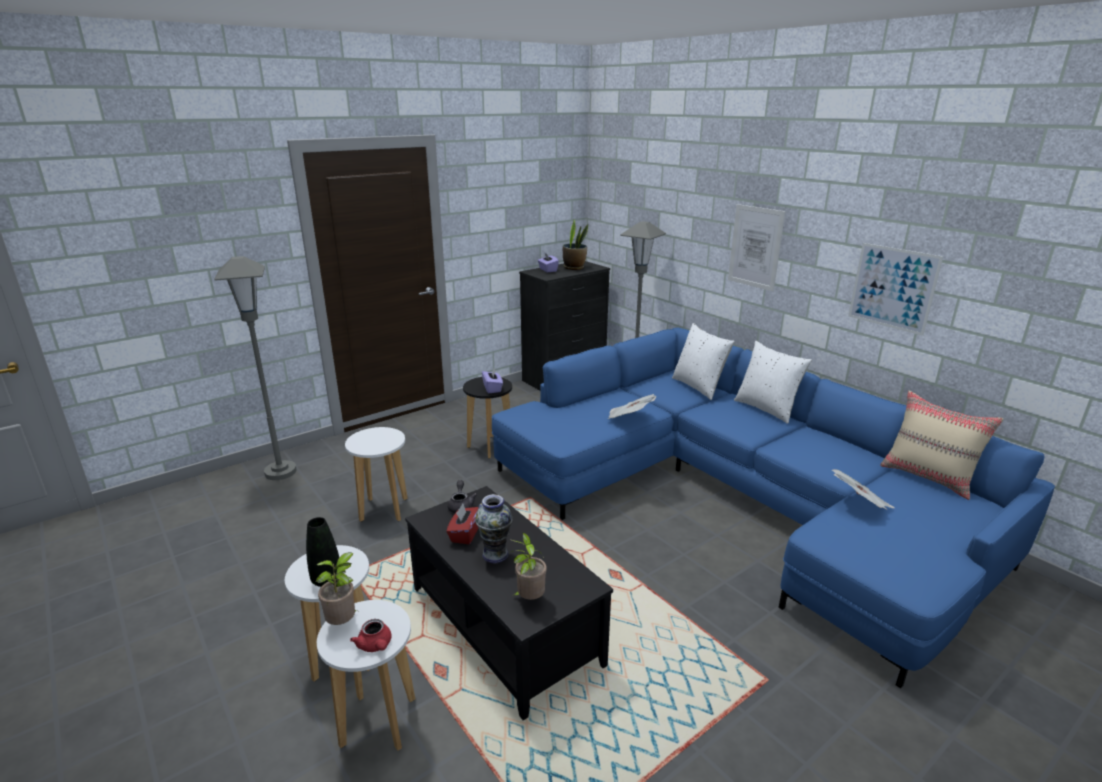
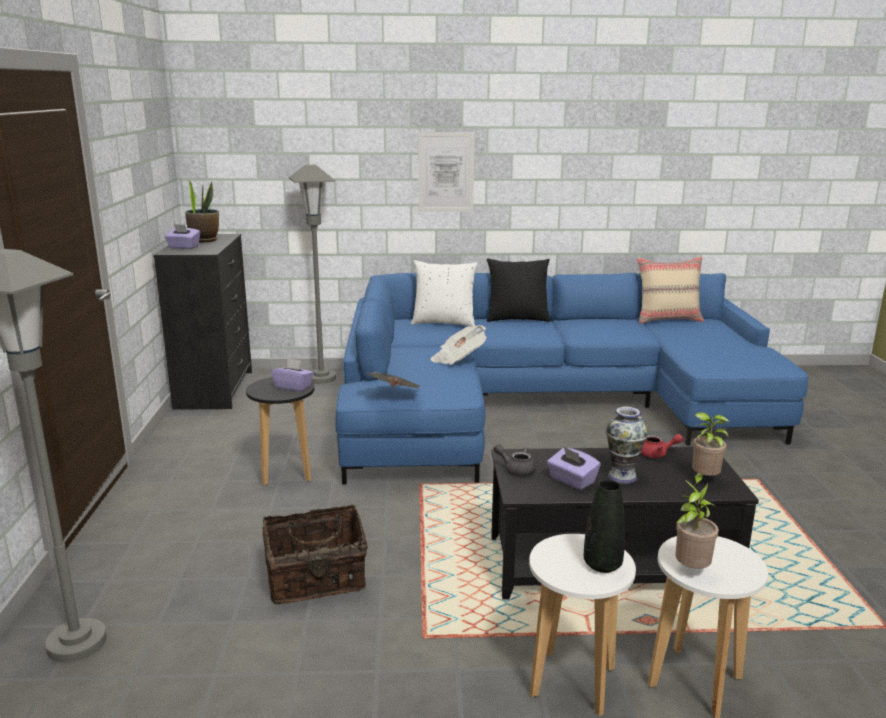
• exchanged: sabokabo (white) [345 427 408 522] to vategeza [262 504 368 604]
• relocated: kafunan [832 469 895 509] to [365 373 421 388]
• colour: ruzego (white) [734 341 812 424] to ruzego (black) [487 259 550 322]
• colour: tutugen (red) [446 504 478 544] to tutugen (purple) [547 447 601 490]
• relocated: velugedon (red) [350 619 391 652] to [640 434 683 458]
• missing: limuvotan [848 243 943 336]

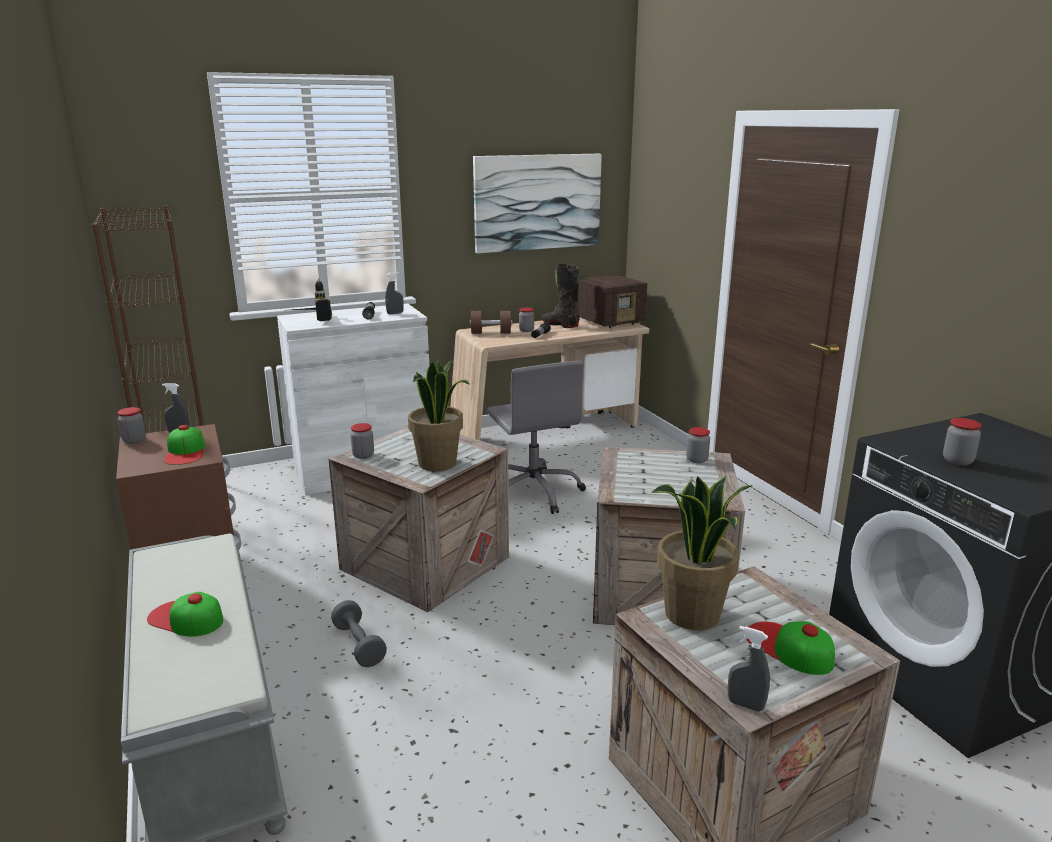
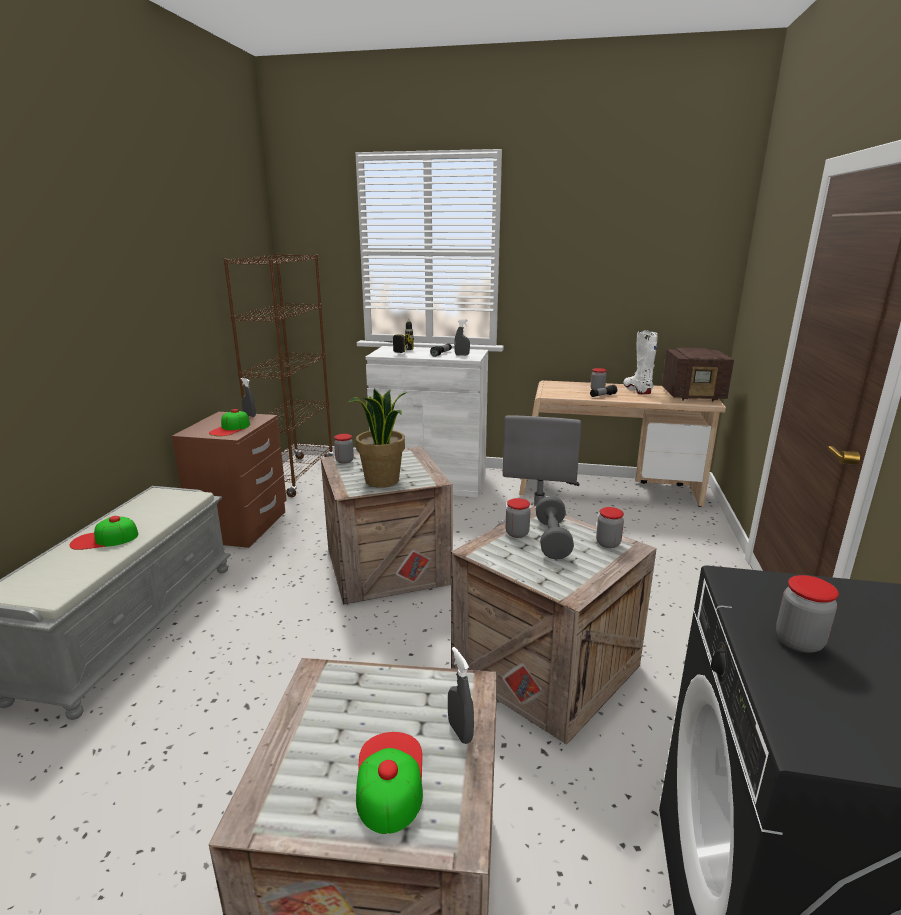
• spun: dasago [147 592 223 637] = [69 516 139 550] 75 degrees counterclockwise
• relocated: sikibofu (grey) [728 626 770 712] to [448 647 474 744]
• relocated: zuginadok [117 407 146 444] to [505 498 530 538]
• relocated: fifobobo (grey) [331 600 387 667] to [536 496 574 560]
• colour: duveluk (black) [542 264 580 328] to duveluk (white) [623 330 658 394]
• missing: fifobobo (brown) [470 311 512 334]
• missing: limuvotan [473 154 602 254]
• missing: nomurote [652 476 753 630]

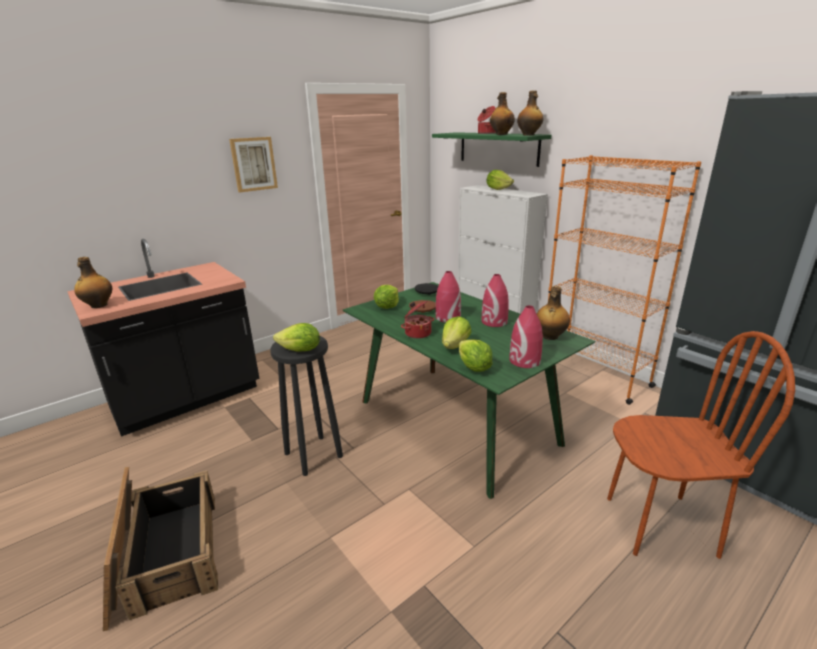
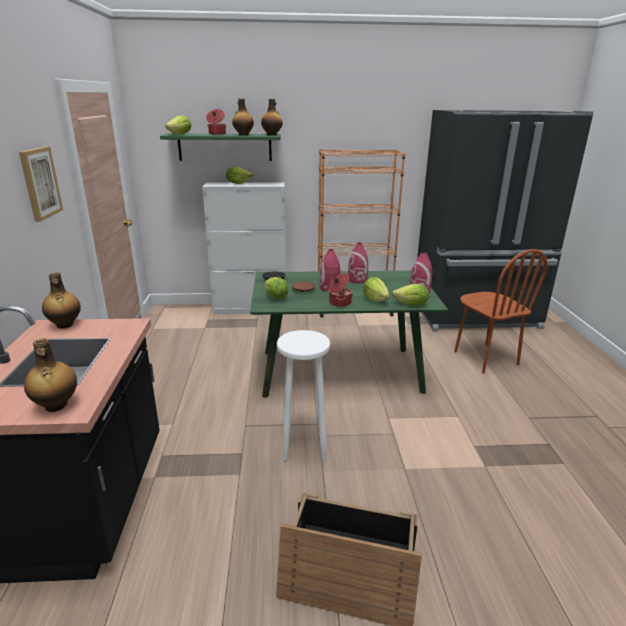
• relocated: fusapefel [537 286 570 340] to [42 272 81 328]
• relocated: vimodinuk [273 323 320 352] to [165 115 191 134]
• colour: sabokabo (black) [270 336 343 476] to sabokabo (white) [277 330 330 461]
• spun: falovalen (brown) [607 331 795 559] = [454 249 547 374] 120 degrees clockwise

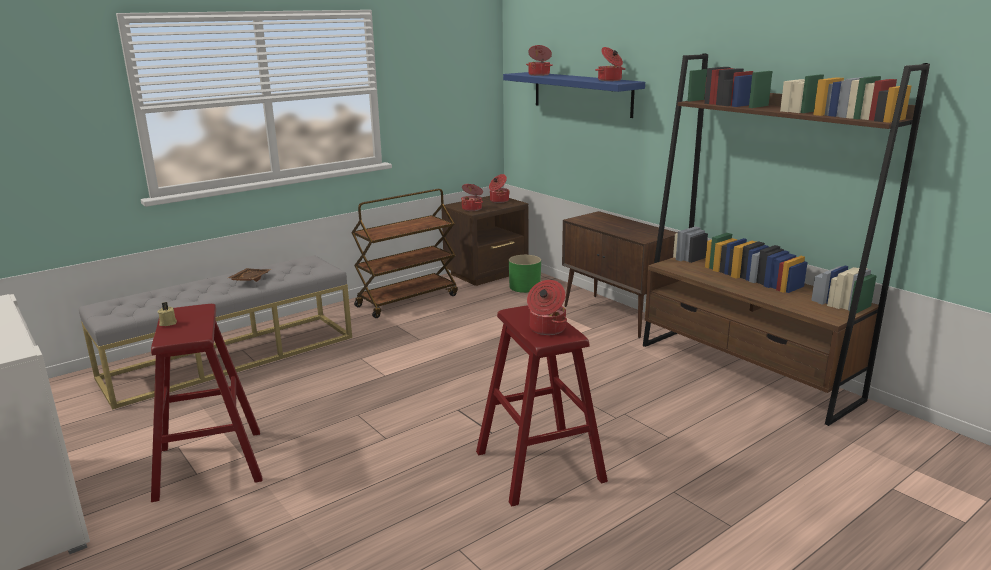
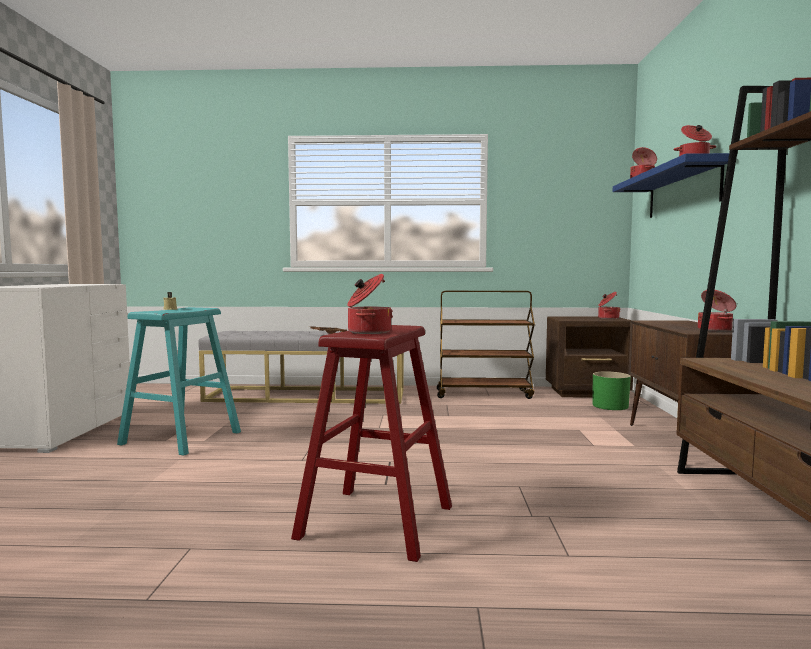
• colour: sabokabo (red) [151 304 263 502] to sabokabo (turquoise) [117 307 241 456]
• relocated: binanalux [461 184 483 211] to [698 290 736 332]

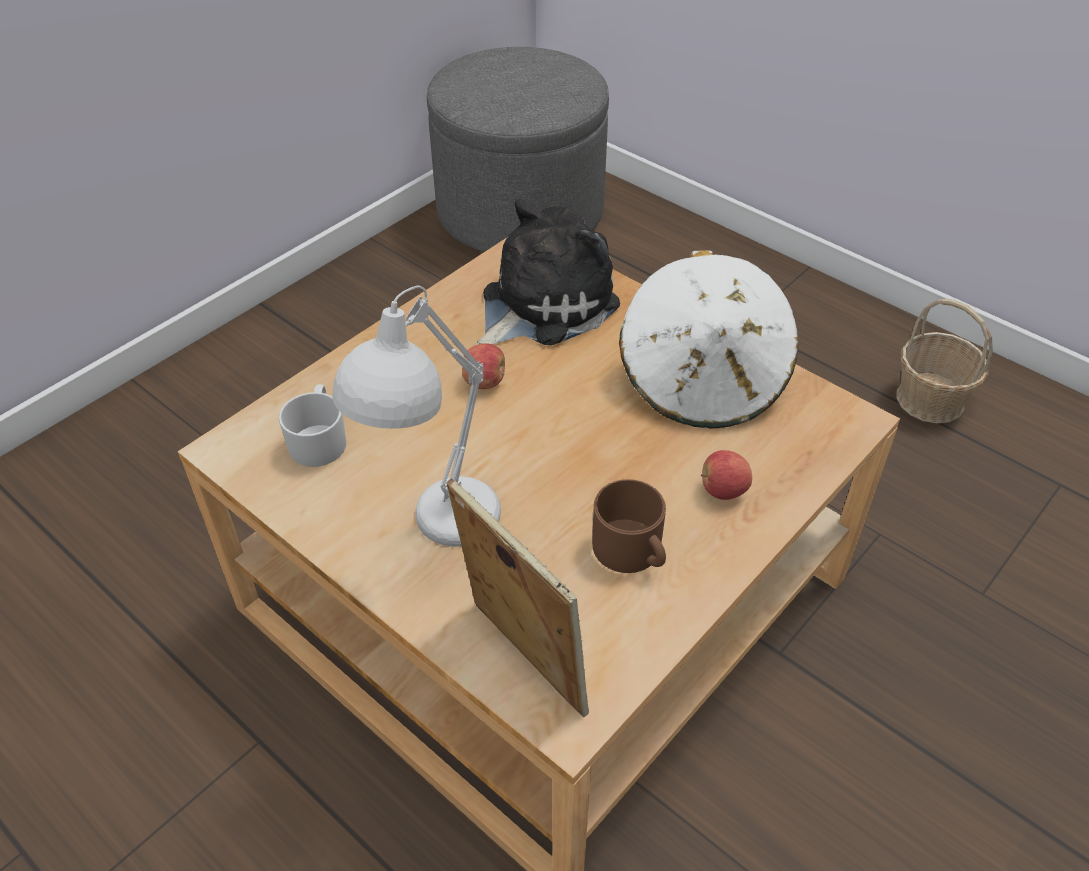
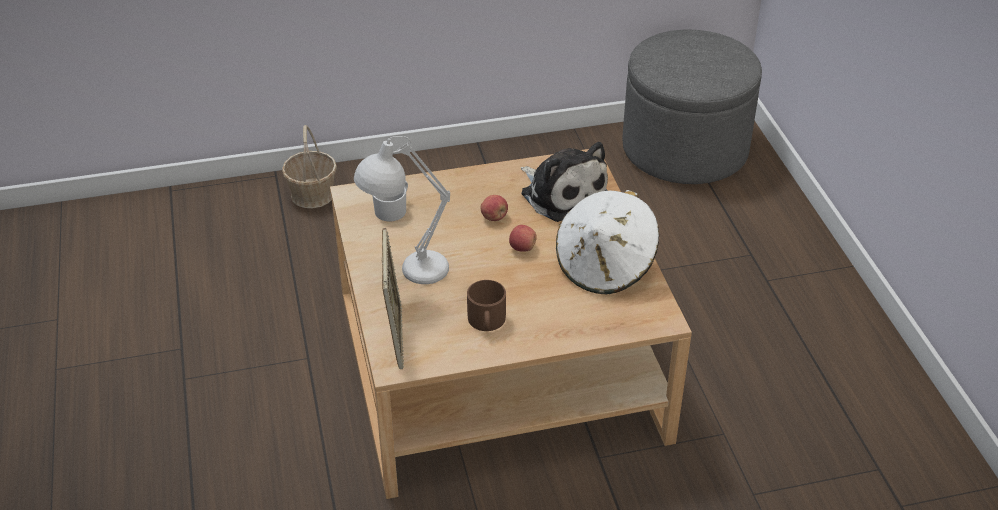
• relocated: vategeza [896 299 993 423] to [282 125 337 208]
• relocated: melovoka [701 450 752 500] to [509 225 537 252]
• spun: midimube [476 199 620 345] = [521 142 608 222] 60 degrees clockwise

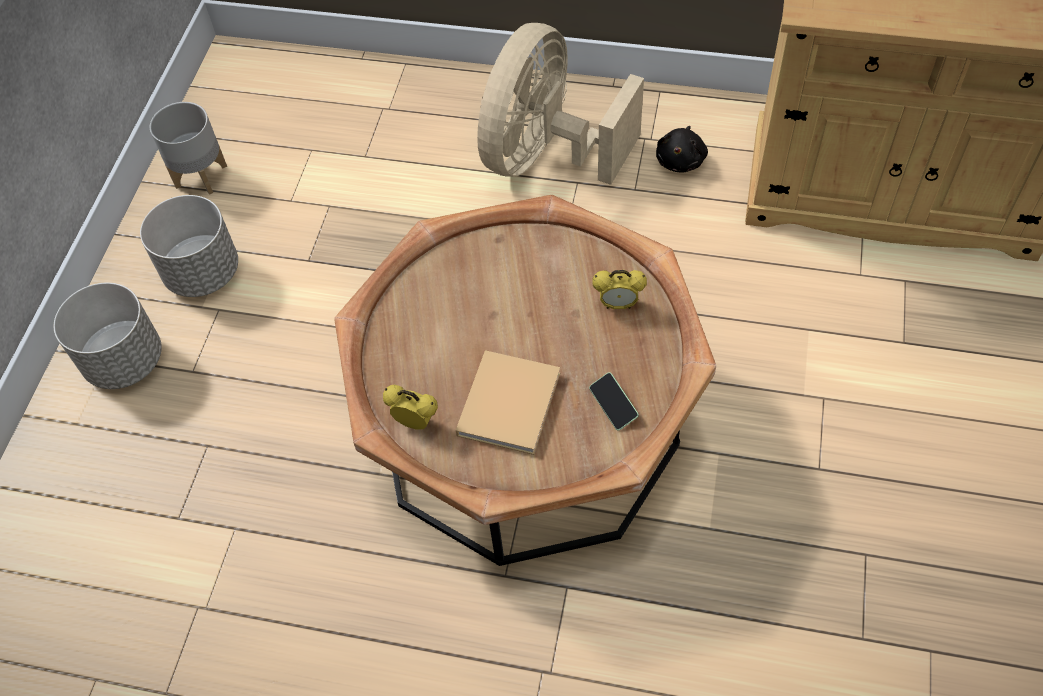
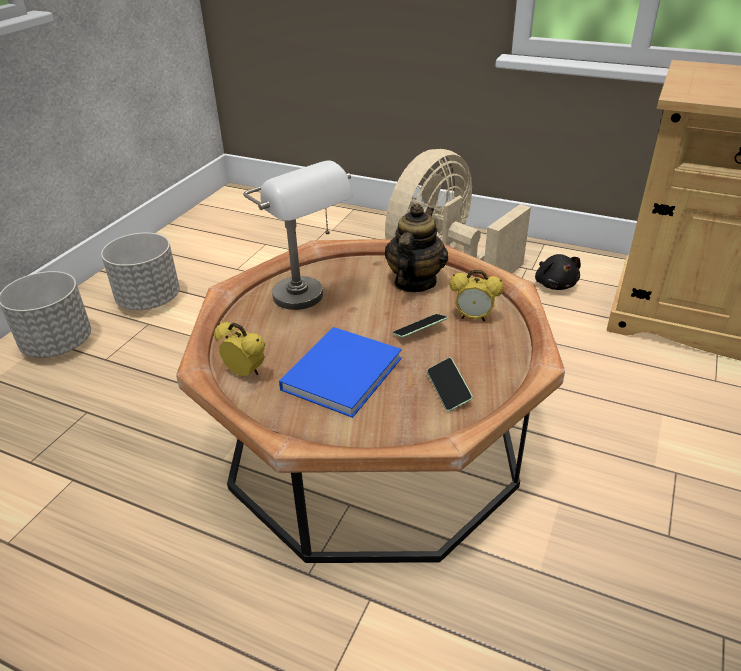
• appeared: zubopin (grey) [243 160 353 310]
• colour: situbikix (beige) [456 350 560 455] to situbikix (blue) [279 327 402 418]
• appeared: velugedon [384 204 448 292]
• appeared: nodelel [392 314 448 338]
• spun: midimube (black) [656 126 708 173] = [535 254 581 290] 45 degrees counterclockwise
• missing: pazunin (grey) [150 102 227 195]

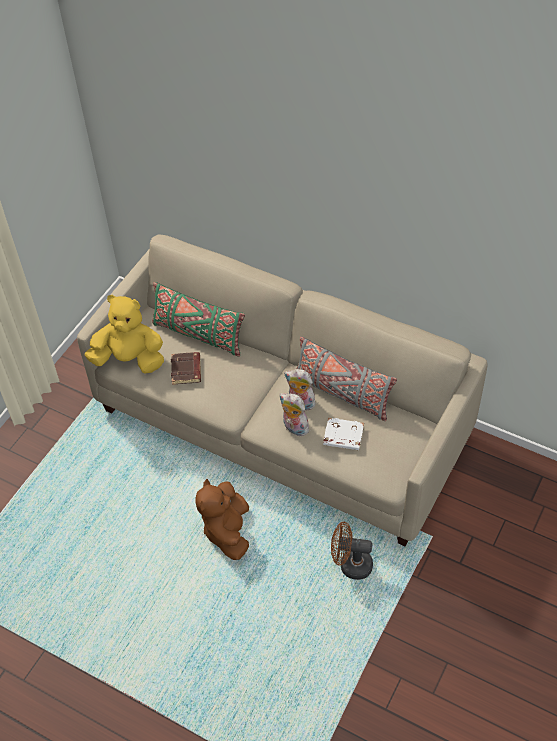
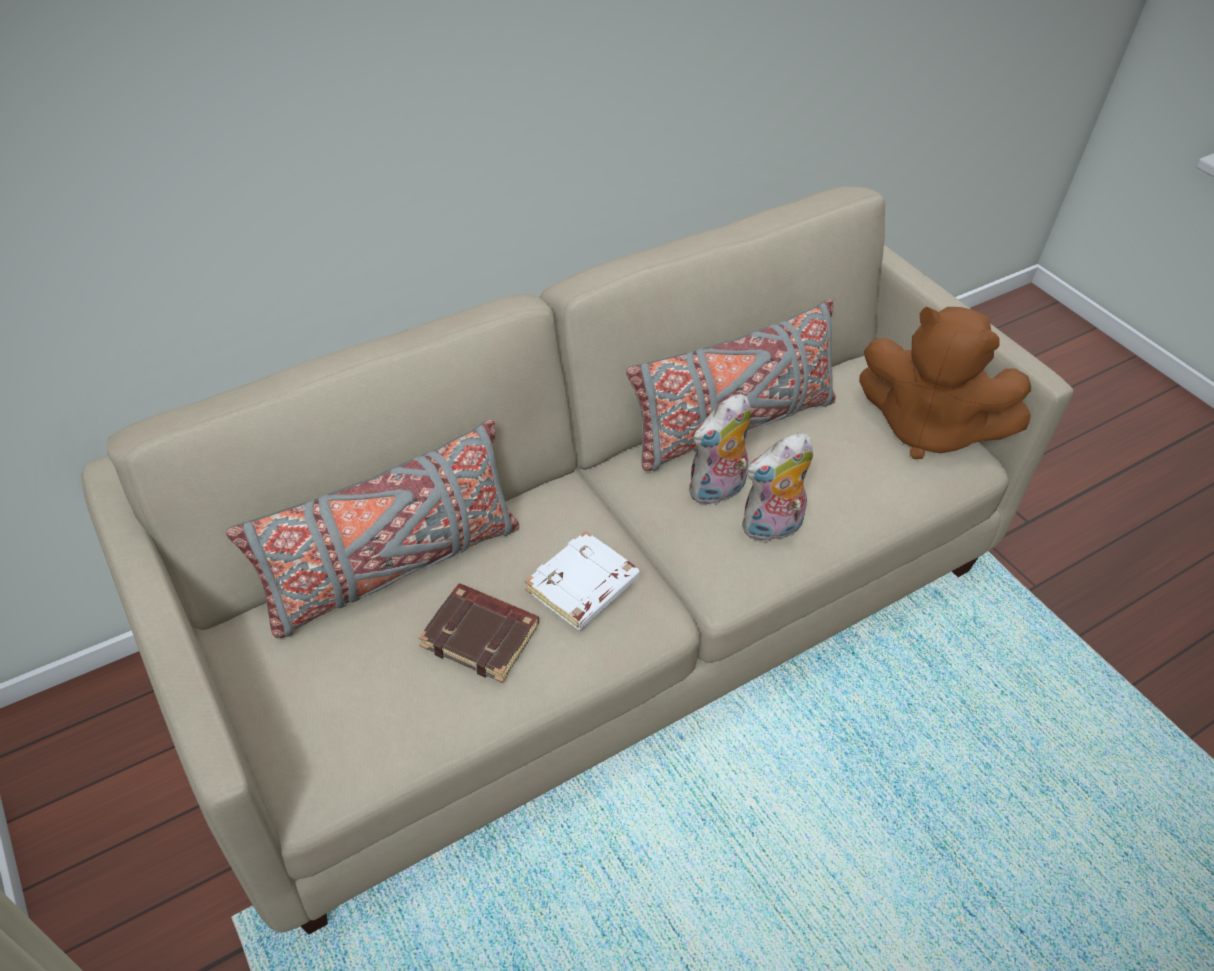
• colour: ruzego (green) [152 282 245 357] to ruzego (grey) [226 419 519 638]
• relocated: situbikix (white) [323 418 364 450] to [525 531 640 630]
• relocated: midimube (brown) [196 479 249 560] to [859 307 1031 459]
• missing: midimube (yellow) [84 295 164 373]
• missing: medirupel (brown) [331 522 373 580]

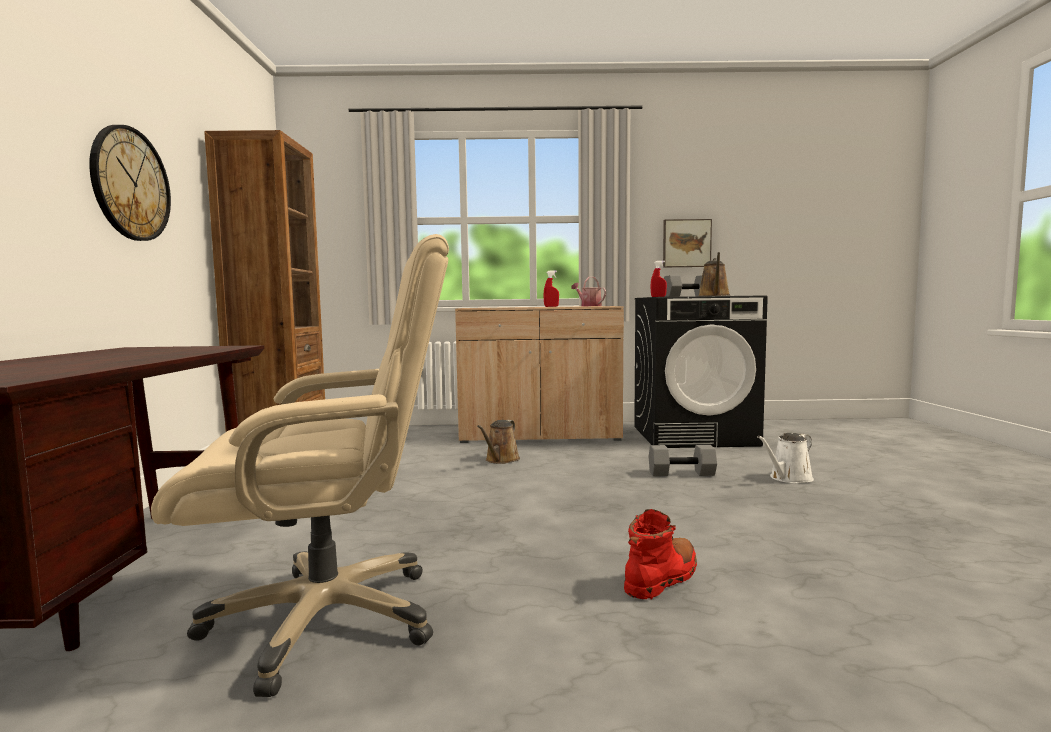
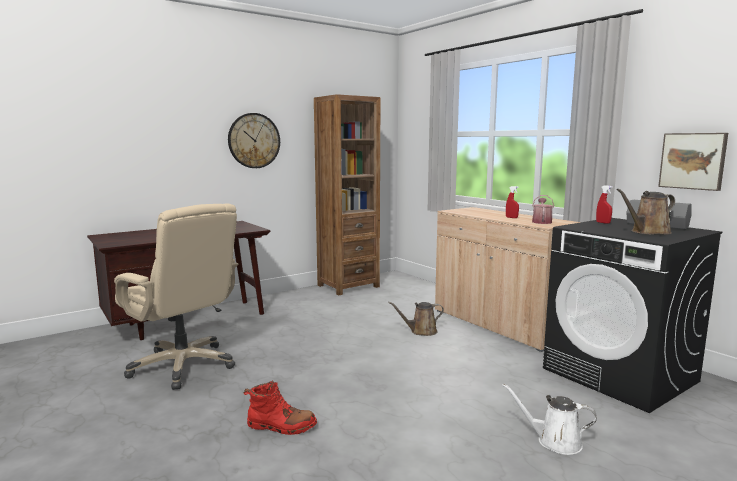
• missing: fifobobo (grey) [649 445 717 476]

